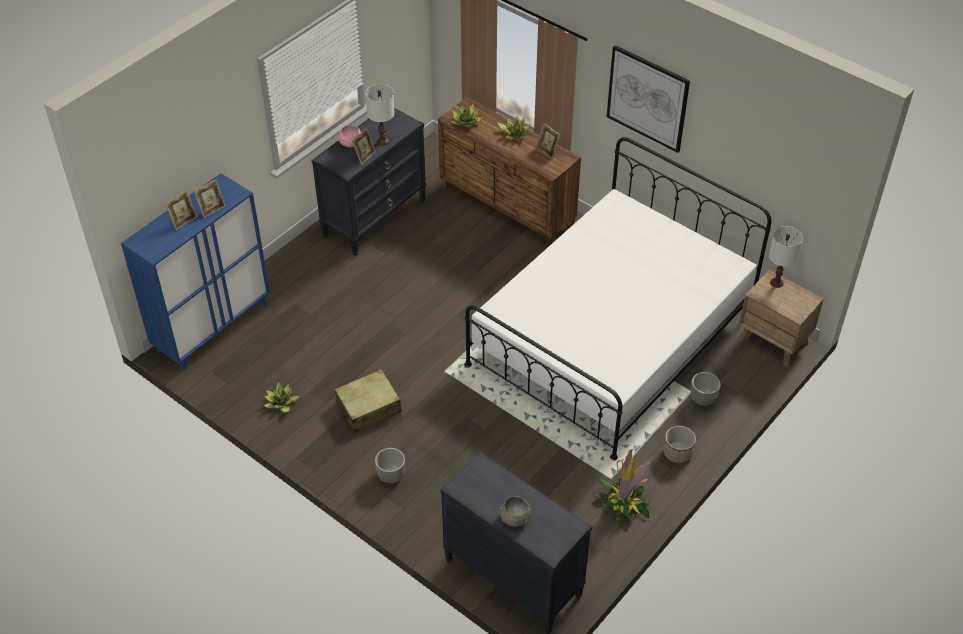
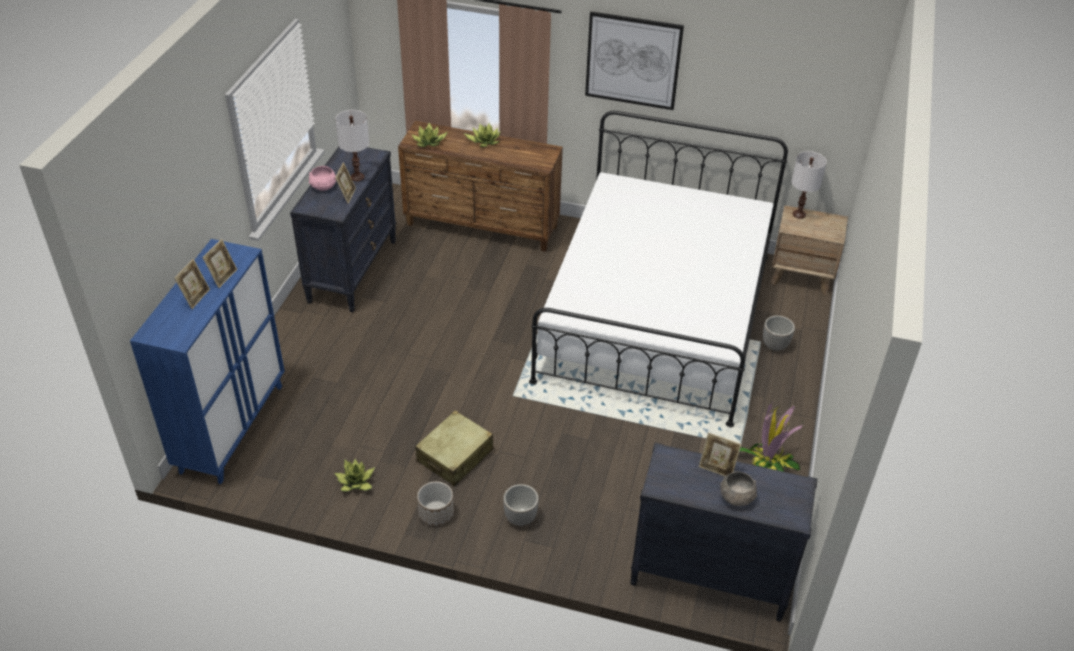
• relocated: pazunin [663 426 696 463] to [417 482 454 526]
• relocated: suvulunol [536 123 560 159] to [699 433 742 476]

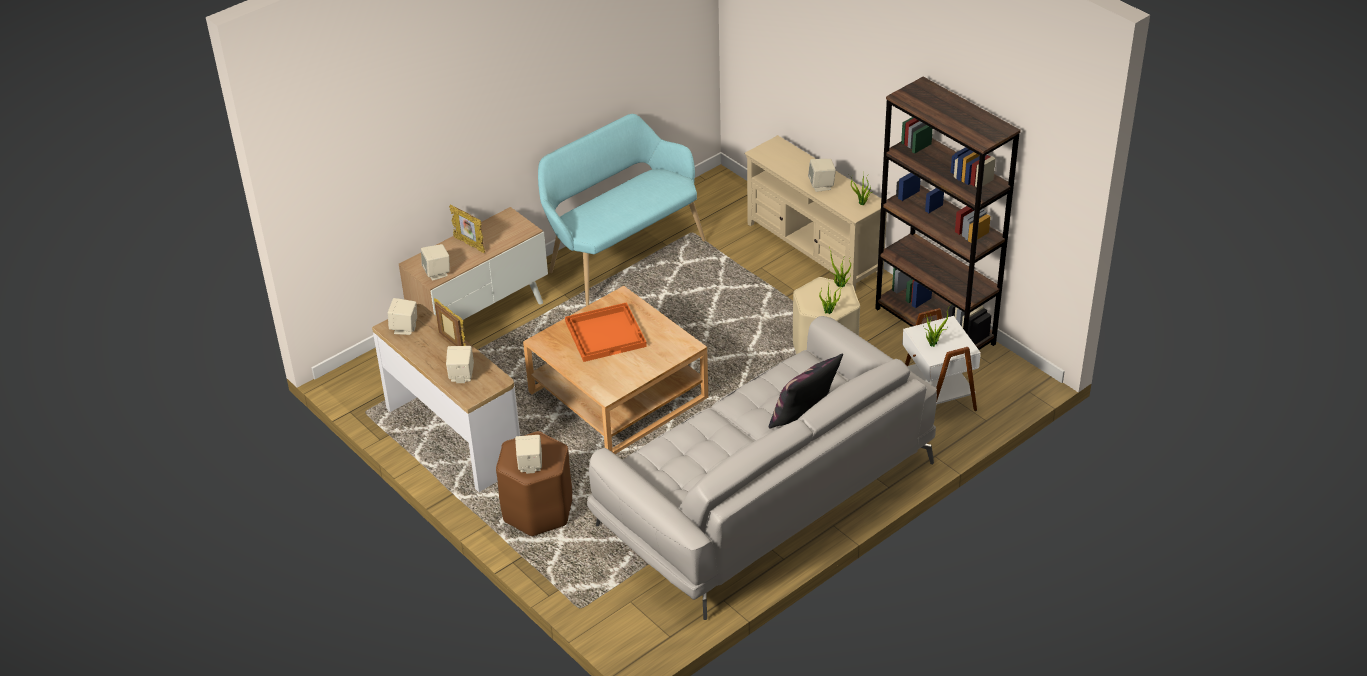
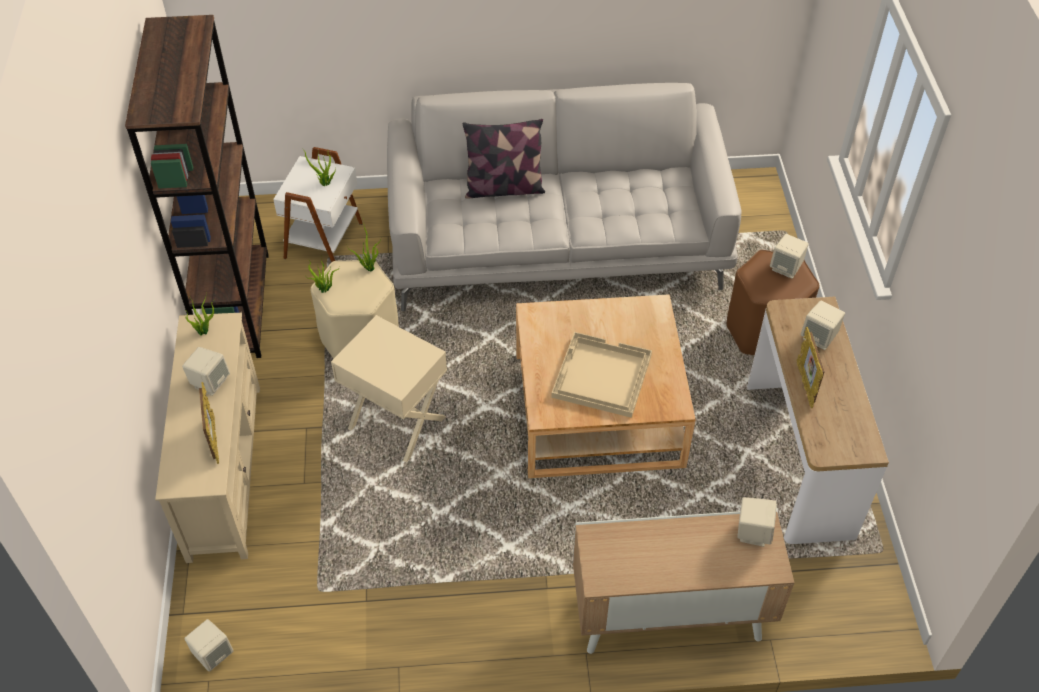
• relocated: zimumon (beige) [388 298 417 335] to [184 619 233 671]
• relocated: suvulunol [449 205 485 253] to [199 382 219 464]
• appeared: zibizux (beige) [331 315 447 462]
• colour: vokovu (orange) [565 302 647 362] to vokovu (beige) [551 332 652 418]
• missing: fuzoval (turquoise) [538 114 706 306]

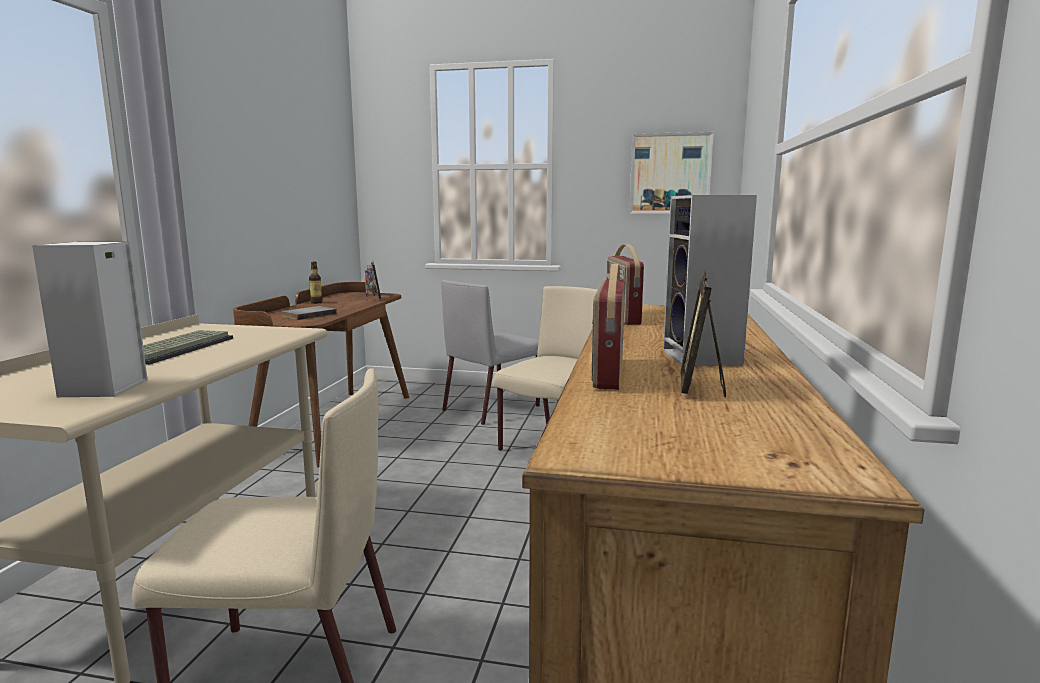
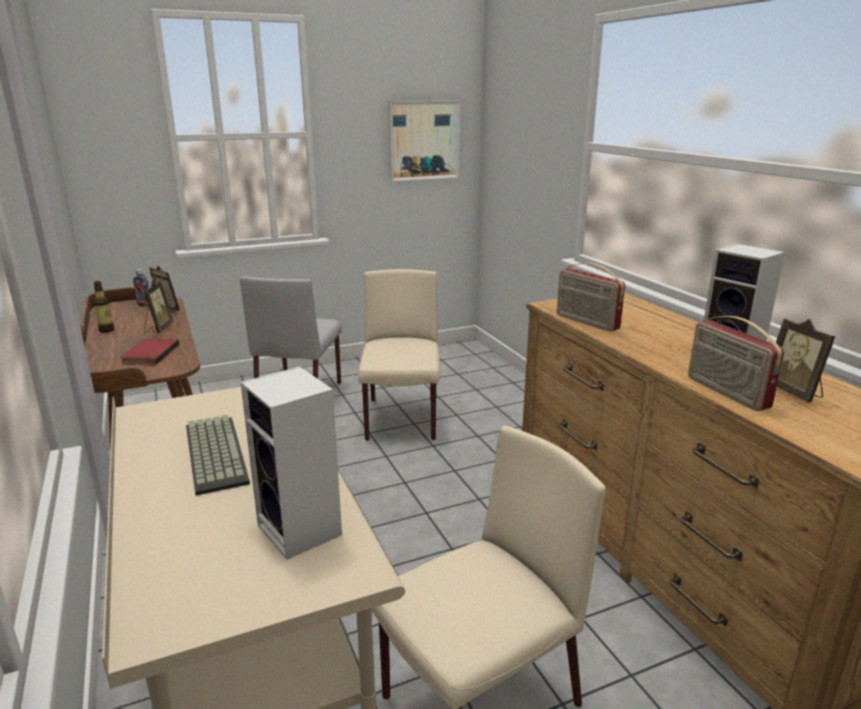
• colour: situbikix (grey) [281 306 337 320] to situbikix (red) [120 338 179 365]
• appeared: suvulunol [144 281 173 333]

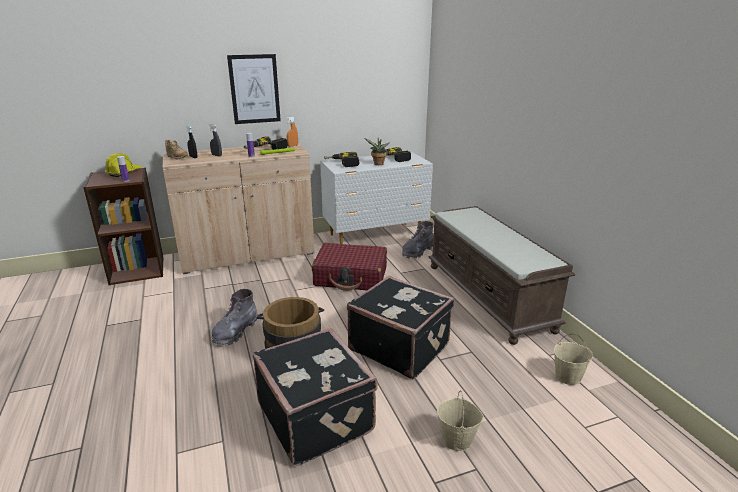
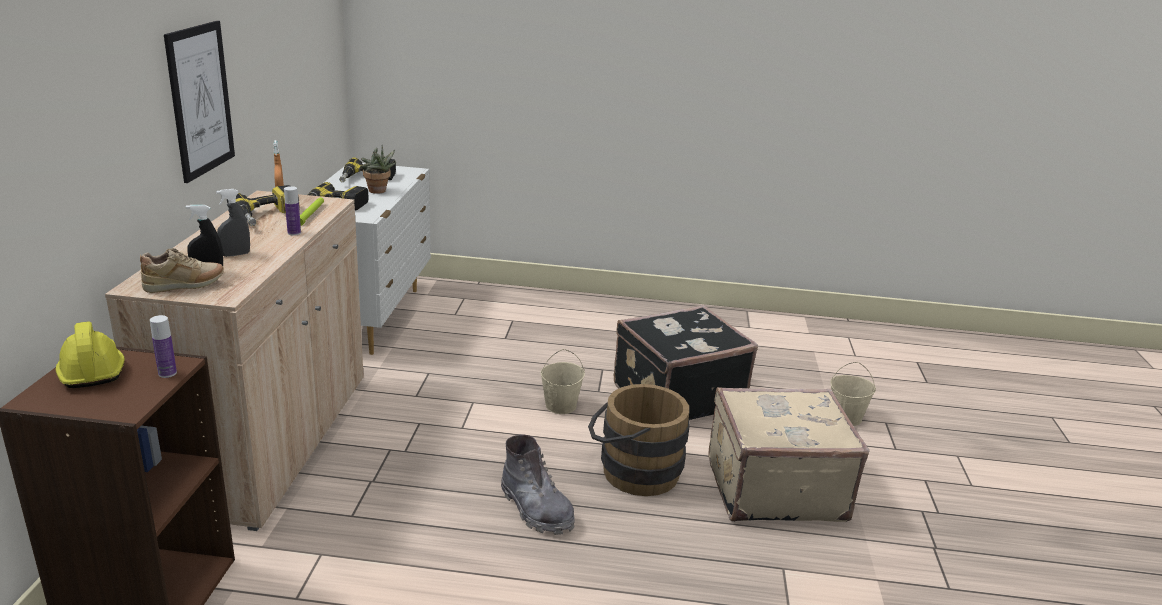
• relocated: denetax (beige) [554 334 593 385] to [541 349 585 414]
• colour: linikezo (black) [253 328 378 466] to linikezo (beige) [708 387 870 522]
• missing: linikezo (red) [312 243 387 291]
• missing: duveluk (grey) [402 221 434 259]
• missing: fuzoval (brown) [429 206 575 345]

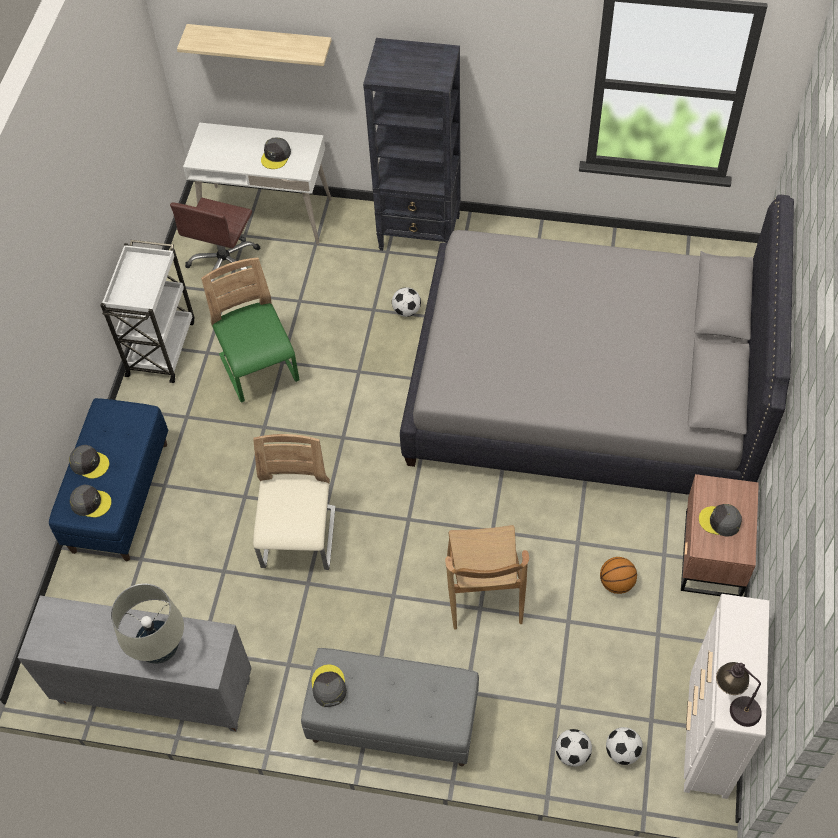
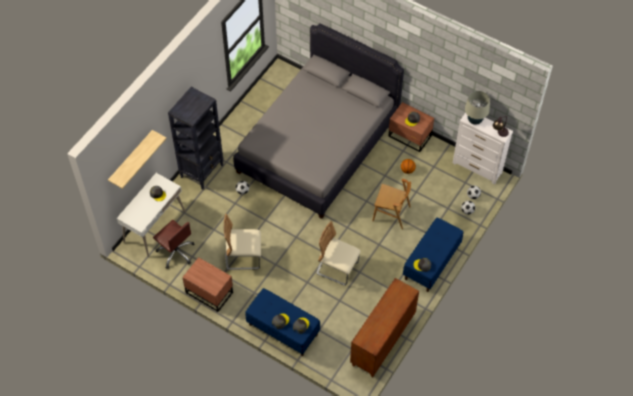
• exchanged: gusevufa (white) [100 240 194 383] to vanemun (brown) [182 257 233 312]
• colour: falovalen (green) [201 258 299 403] to falovalen (beige) [224 214 261 270]
• colour: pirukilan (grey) [18 596 251 732] to pirukilan (brown) [350 278 419 377]
• colour: fuzoval (grey) [301 648 479 766] to fuzoval (blue) [403 217 463 292]
• relocated: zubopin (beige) [111 584 184 664] to [465 90 490 125]

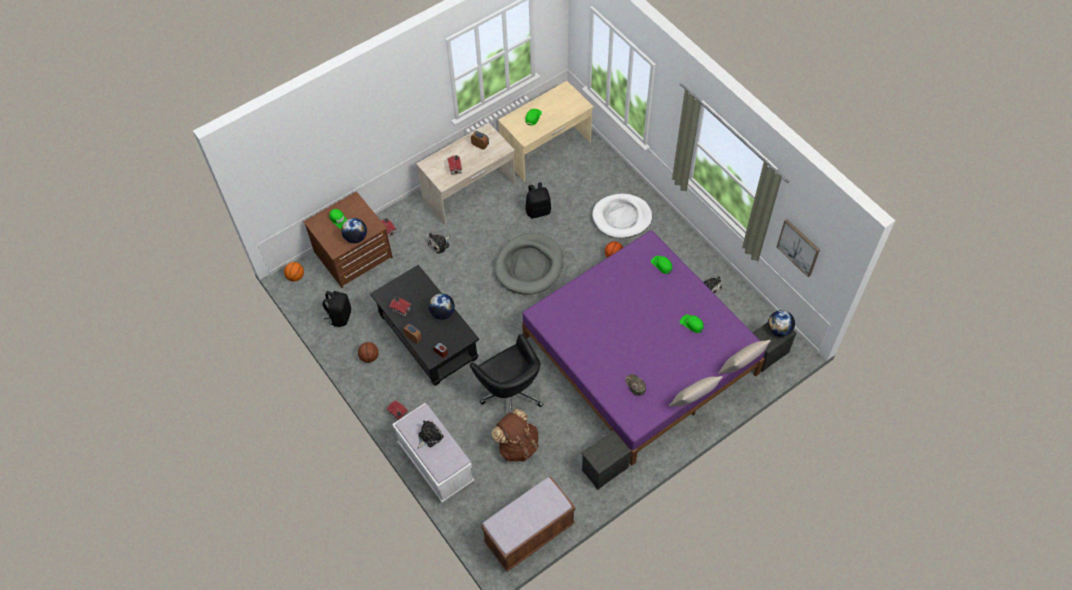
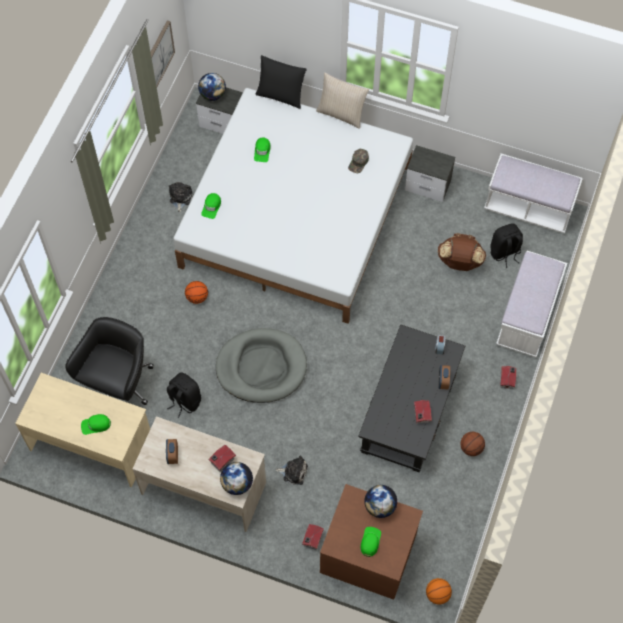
• relocated: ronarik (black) [470 334 543 413] to [65 317 154 405]
• colour: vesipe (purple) [522 231 766 466] to vesipe (white) [173 88 413 324]
• relocated: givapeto [429 293 455 319] to [220 462 253 495]
• colour: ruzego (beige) [718 340 771 374] to ruzego (black) [256 55 307 109]
• colour: fuzoval (brown) [481 476 575 572] to fuzoval (white) [484 153 583 233]
• relocated: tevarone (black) [322 291 351 327] to [490 224 523 268]
• missing: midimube [418 421 444 449]
• missing: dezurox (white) [592 194 652 238]

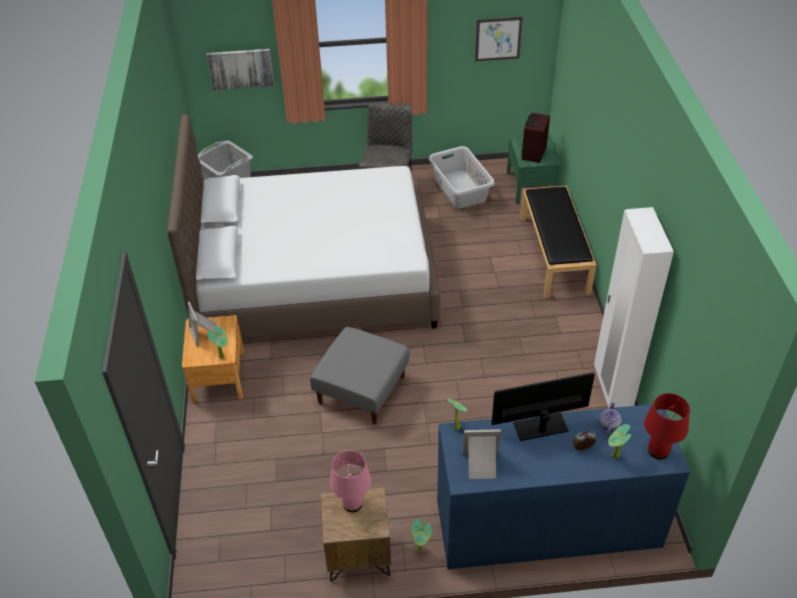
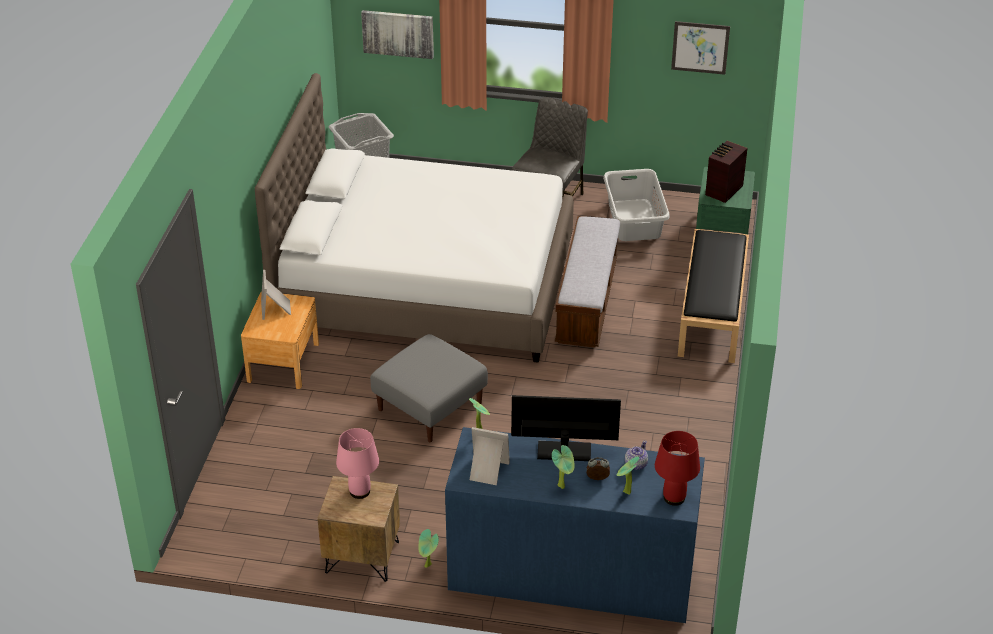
• relocated: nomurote [208 326 228 359] to [552 445 574 489]
• appeared: fuzoval [555 216 620 348]
• missing: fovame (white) [594 207 674 408]

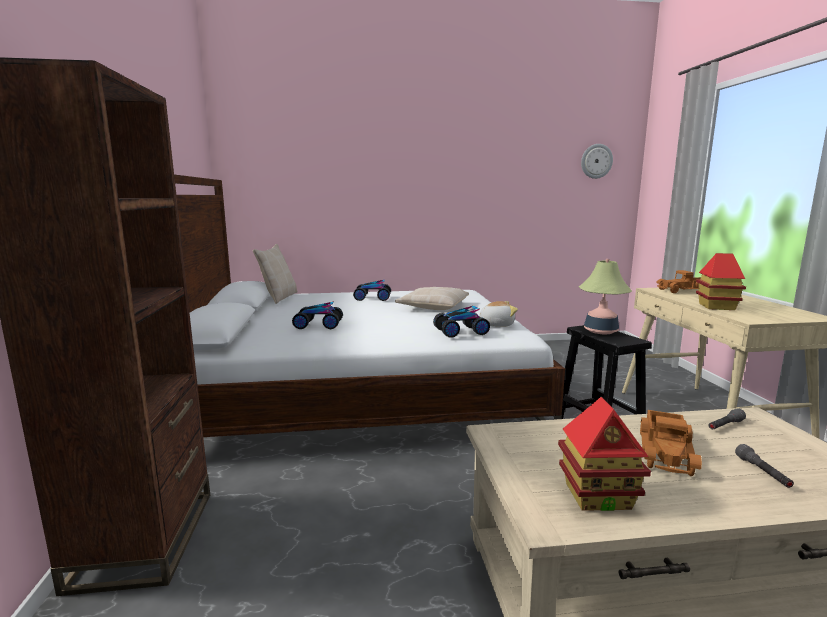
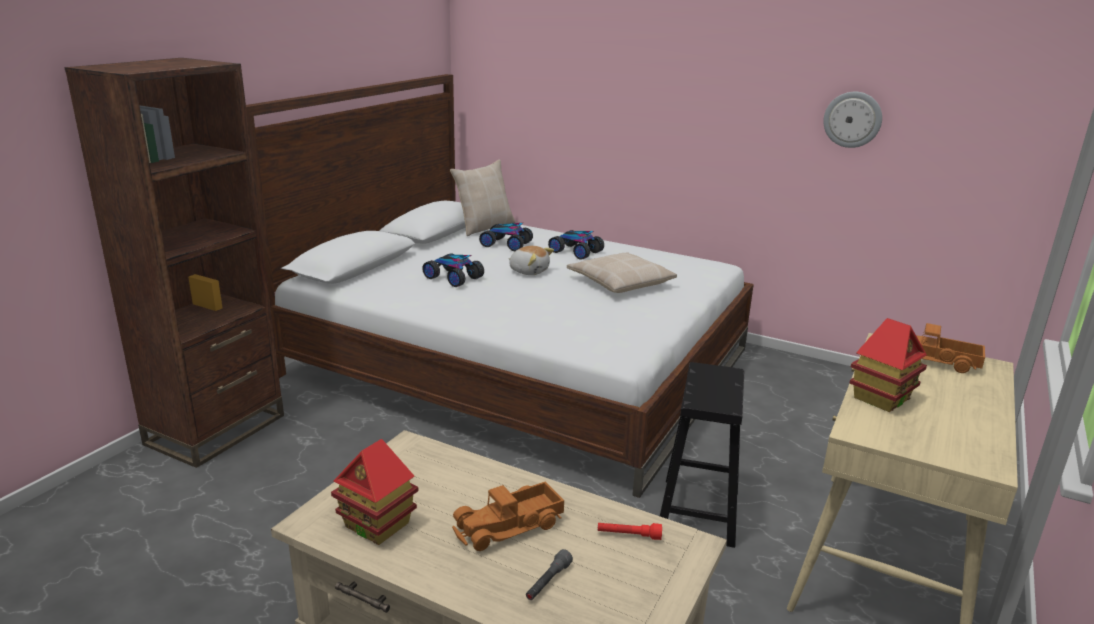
• relocated: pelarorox [433 306 490 338] to [479 223 533 251]
• relocated: midimube [479 301 518 327] to [508 246 554 275]
• colour: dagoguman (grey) [709 408 746 429] to dagoguman (red) [598 523 662 540]
• relocated: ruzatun [581 144 613 179] to [823 92 882 148]
• missing: zubopin [579 259 632 334]

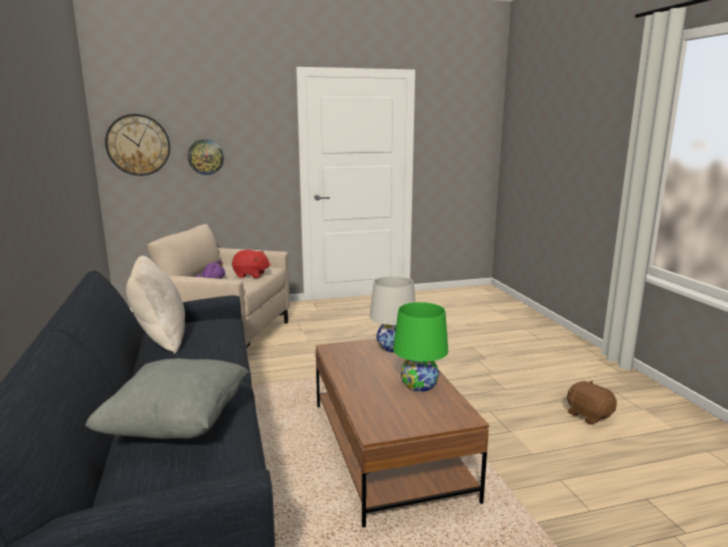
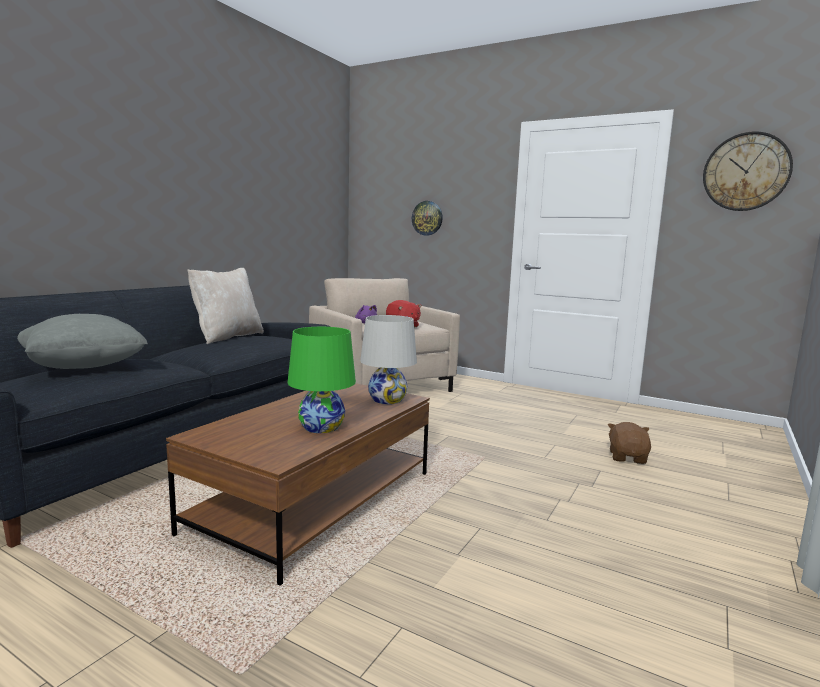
• relocated: midimube (brown) [567 381 617 424] to [608 422 651 464]
• relocated: ruzatun [105 114 170 176] to [703 132 793 211]

